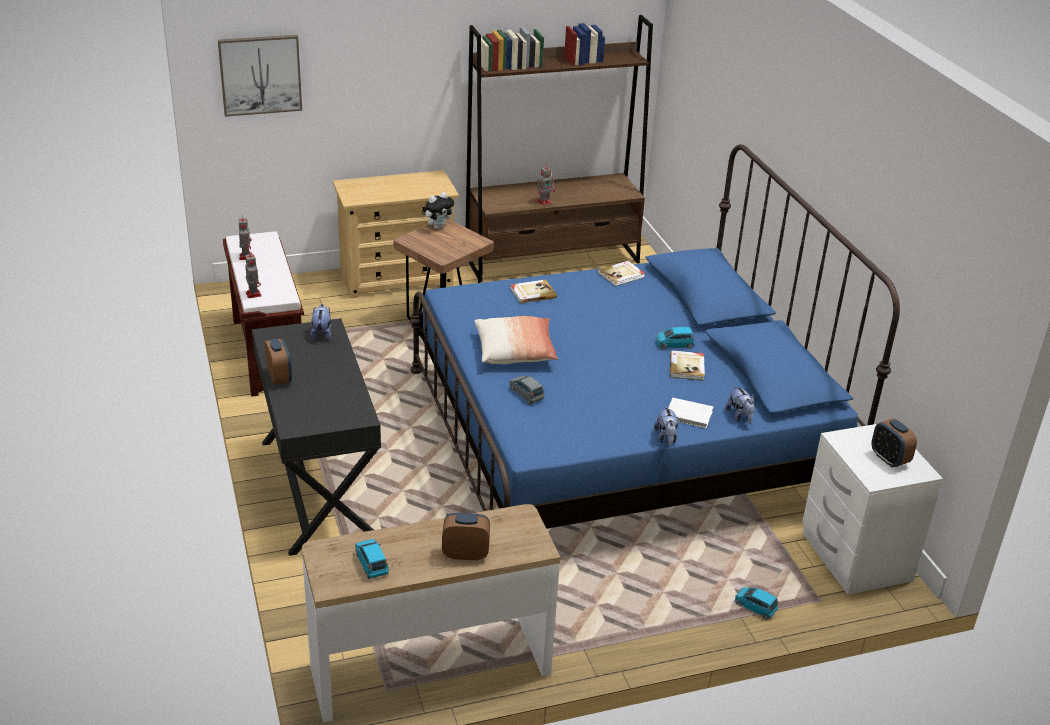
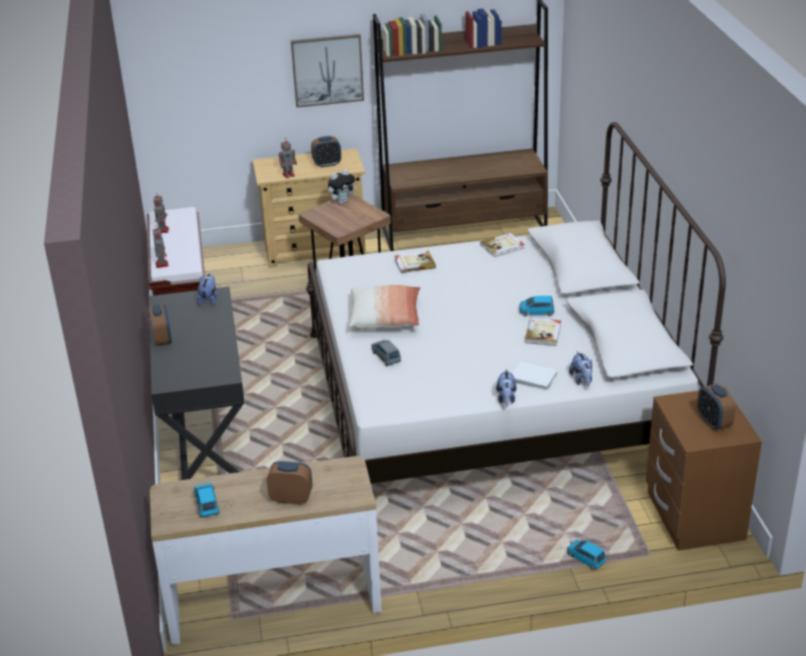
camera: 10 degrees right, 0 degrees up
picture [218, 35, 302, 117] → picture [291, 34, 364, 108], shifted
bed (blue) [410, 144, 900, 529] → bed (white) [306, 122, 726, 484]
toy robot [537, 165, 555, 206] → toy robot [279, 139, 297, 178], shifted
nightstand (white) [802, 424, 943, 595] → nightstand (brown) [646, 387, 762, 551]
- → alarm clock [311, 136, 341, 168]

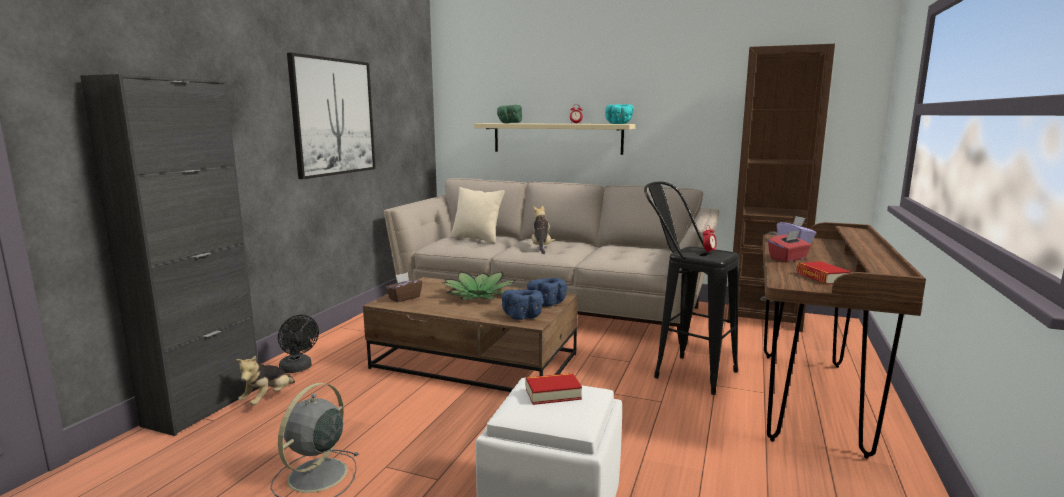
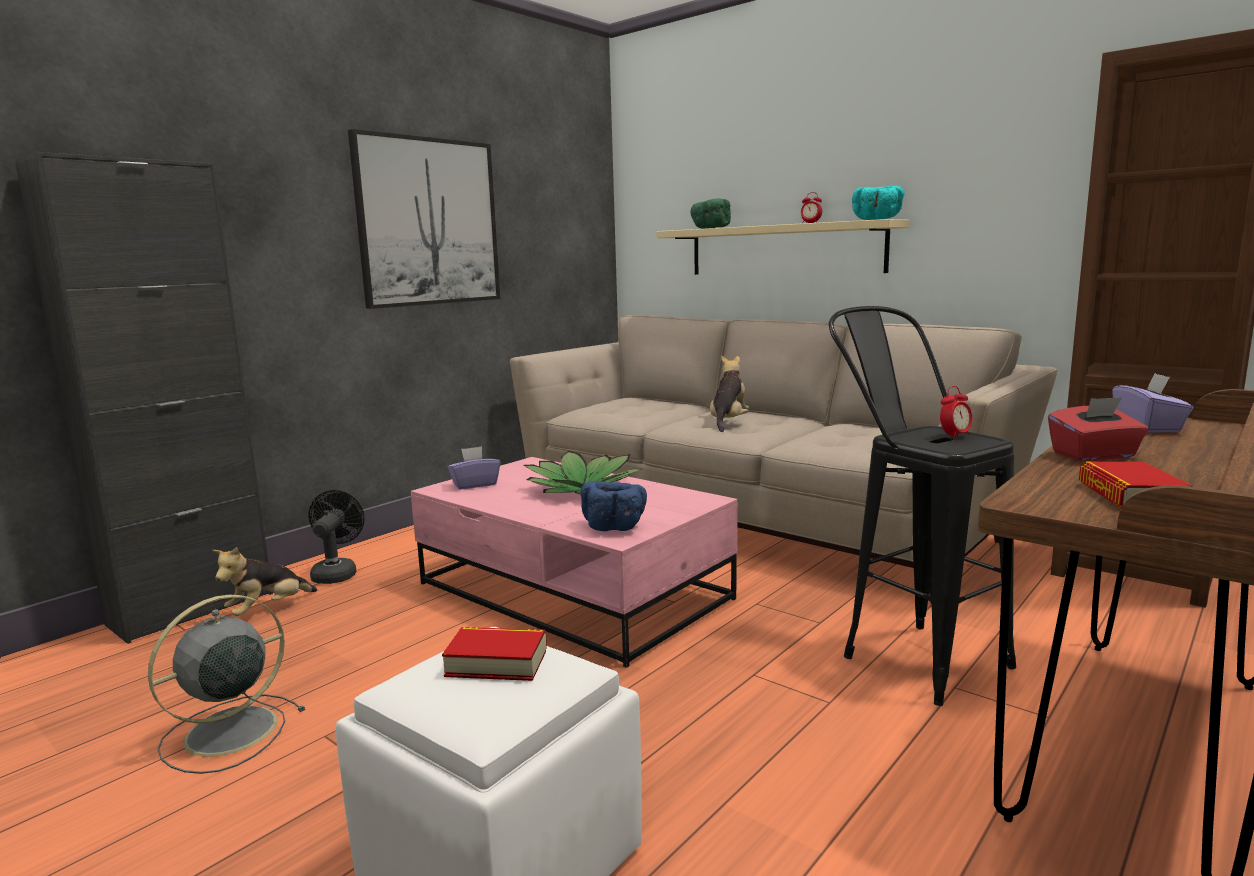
camera: 20 degrees right, 0 degrees up
pillow (beige) [450, 187, 505, 244] → -
tissue box (brown) [385, 272, 422, 302] → tissue box (purple) [448, 446, 500, 490]
coffee table (brown) [363, 277, 578, 392] → coffee table (pink) [411, 457, 738, 668]
bowl (blue) [527, 278, 567, 307] → -
fan (black) [278, 315, 319, 373] → fan (black) [308, 490, 365, 584], 150 degrees counterclockwise

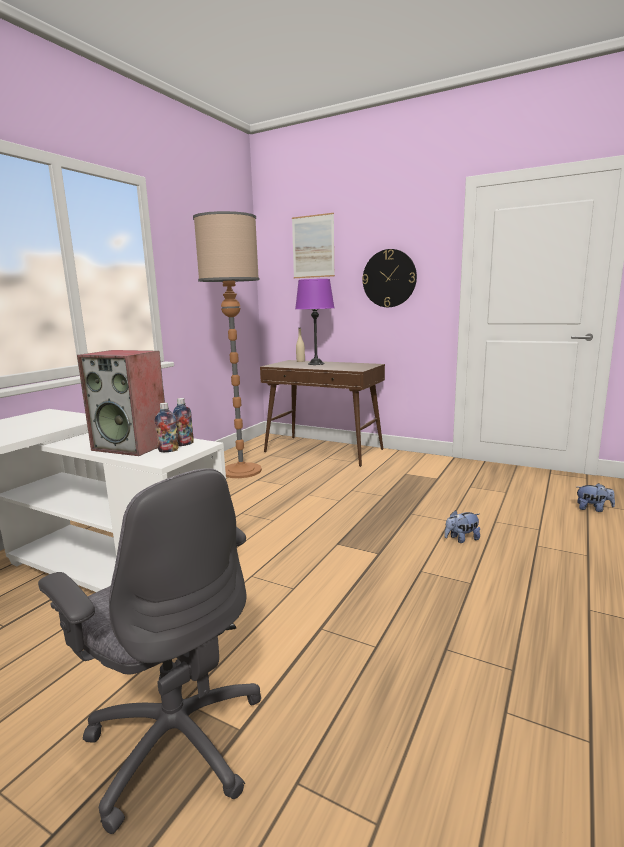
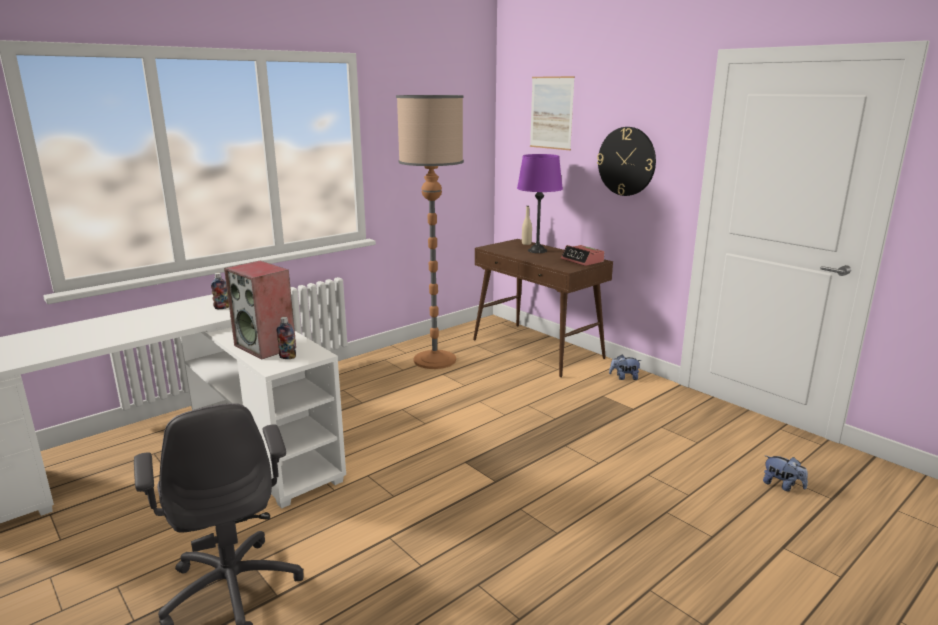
camera: 20 degrees right, 5 degrees up
bottle [173, 398, 194, 446] → bottle [211, 273, 229, 309], shifted
plush toy [444, 510, 480, 543] → plush toy [609, 354, 642, 380], shifted
- → alarm clock [561, 245, 604, 266]

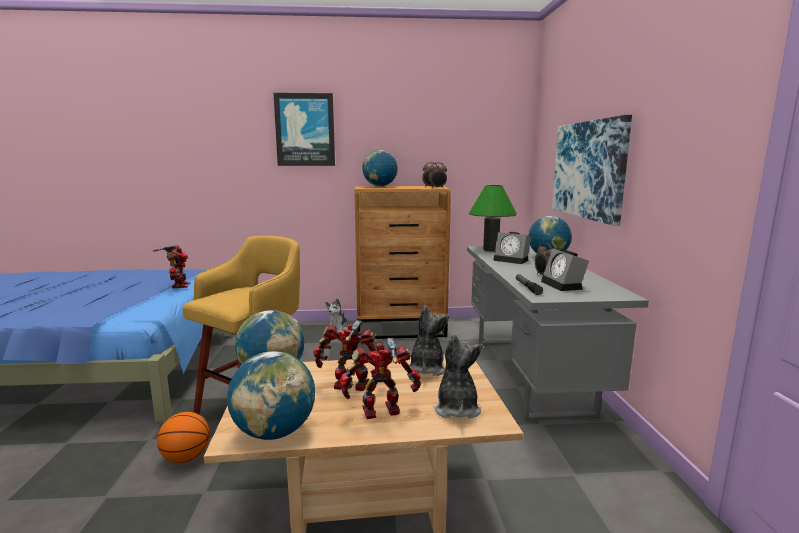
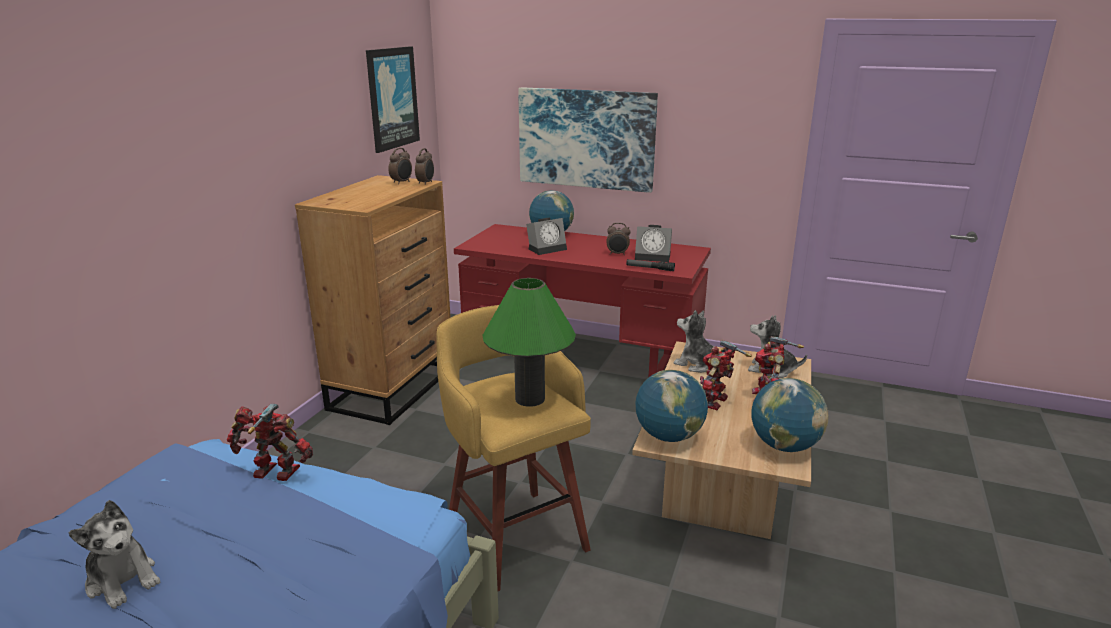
camera: 65 degrees left, 10 degrees up
picture [274, 93, 335, 166] → picture [366, 46, 420, 153], shifted
globe [362, 150, 398, 187] → -
table lamp (green) [469, 185, 517, 251] → table lamp (green) [482, 278, 576, 407], shifted
desk (grey) [467, 246, 649, 421] → desk (red) [454, 224, 711, 378]
plush toy [325, 298, 348, 332] → plush toy [68, 500, 160, 609], shifted
basketball [157, 412, 210, 463] → -

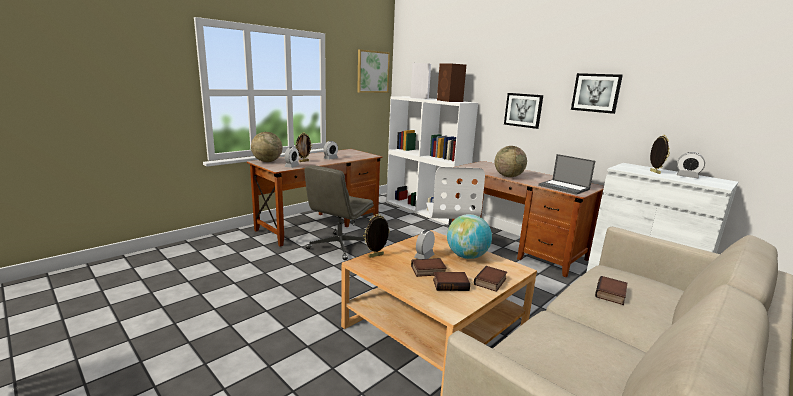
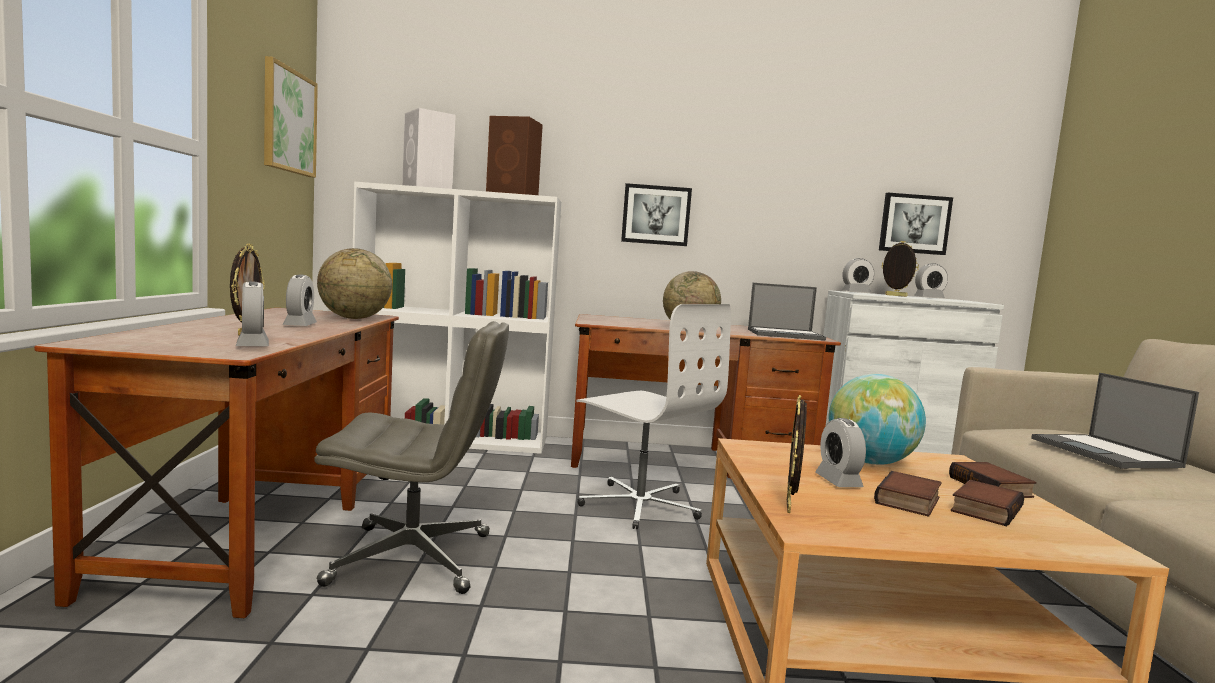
camera: 45 degrees left, 10 degrees down
picture [571, 73, 623, 114] → picture [879, 193, 953, 255], shifted
globe [251, 132, 282, 162] → globe [317, 248, 392, 319], shifted
office chair (grey) [305, 165, 374, 260] → office chair (grey) [314, 321, 509, 594], 75 degrees counterclockwise
book [595, 276, 627, 305] → laptop [1031, 373, 1199, 468]
- → alarm clock [842, 258, 874, 292]

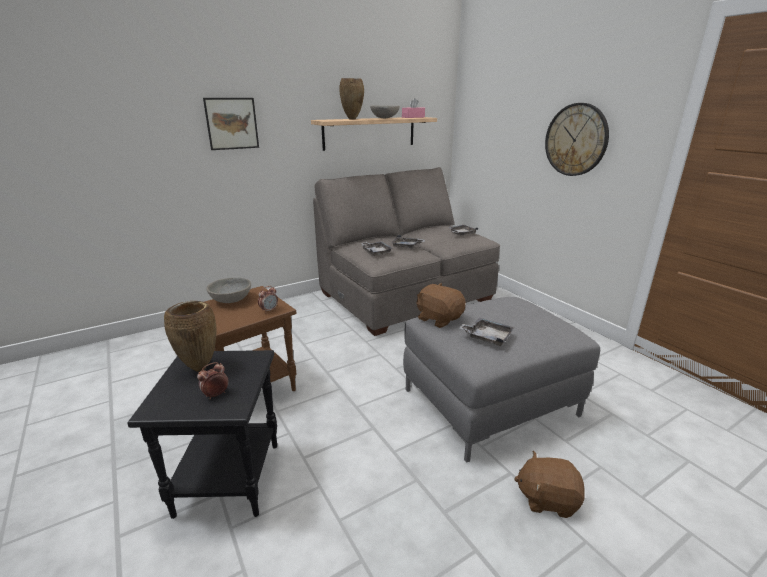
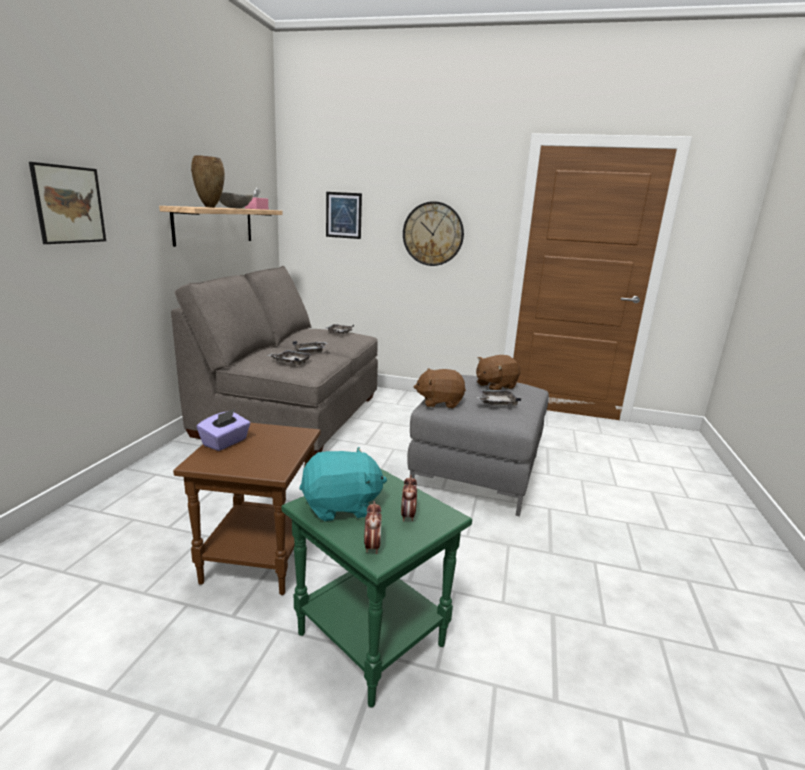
camera: 45 degrees left, 5 degrees down
bowl (grey) [206, 278, 251, 303] → tissue box (purple) [197, 409, 250, 451]
alarm clock [258, 286, 278, 313] → alarm clock [364, 501, 382, 554], shifted
vase (brown) [164, 301, 216, 372] → plush toy (turquoise) [299, 447, 387, 521]
side table (black) [127, 350, 277, 519] → side table (green) [281, 468, 472, 707]
plush toy (brown) [514, 451, 585, 518] → plush toy (brown) [476, 355, 521, 390], shifted
- → picture [326, 192, 362, 239]

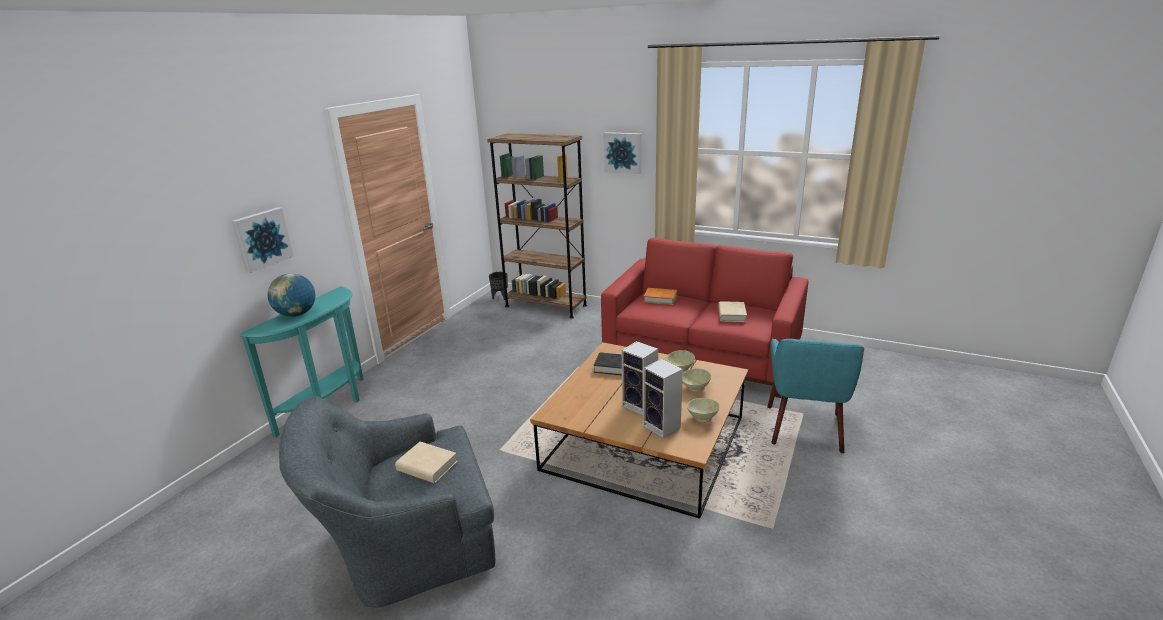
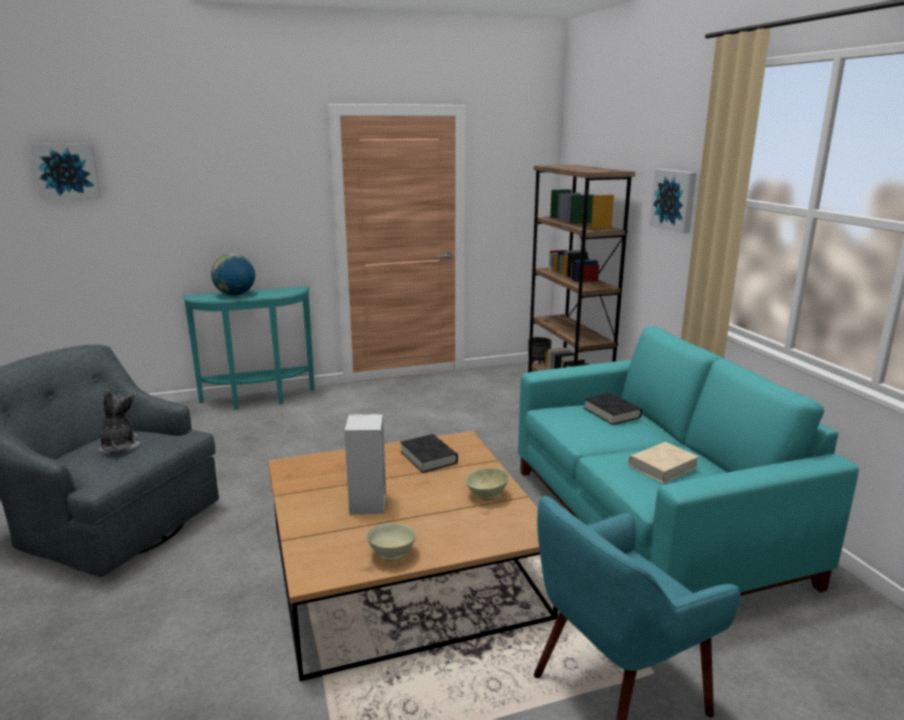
camera: 45 degrees right, 5 degrees down
picture [232, 207, 294, 273] → picture [30, 143, 101, 200], shifted
sofa (red) [601, 238, 808, 398] → sofa (turquoise) [518, 326, 859, 596]
book (orange) [644, 288, 677, 305] → book (black) [584, 393, 642, 425]
speaker [643, 359, 683, 438] → -
bowl (beige) [682, 368, 711, 392] → -
book (beige) [395, 442, 458, 483] → plush toy [99, 389, 140, 454]

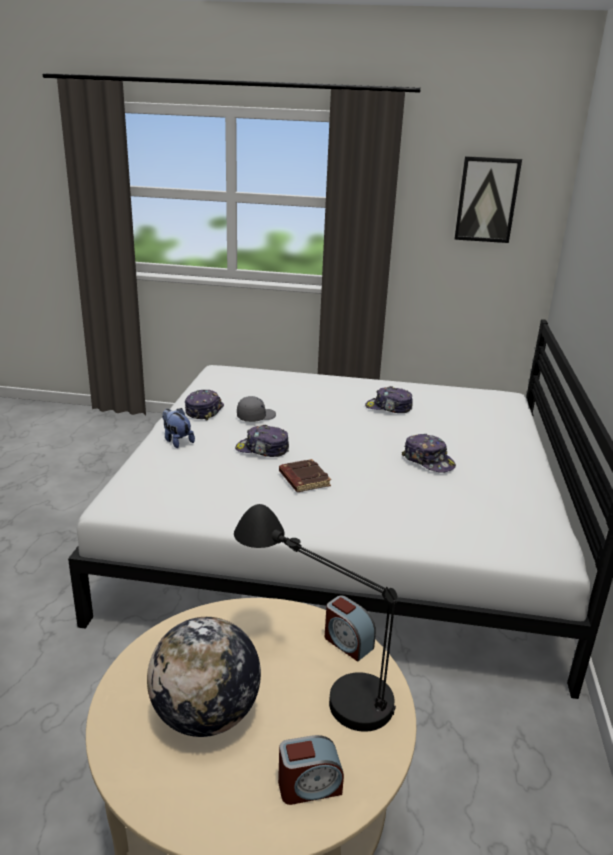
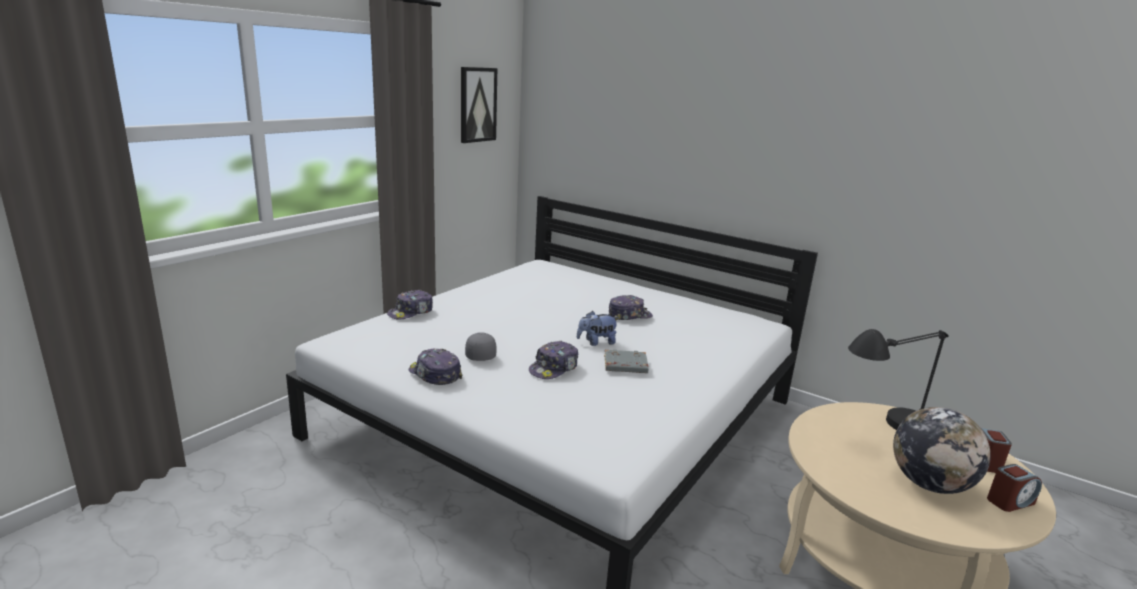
camera: 65 degrees left, 5 degrees down
cap [365, 386, 413, 413] → cap [387, 290, 433, 320], shifted
plush toy [162, 408, 195, 448] → plush toy [577, 311, 619, 346], shifted
book (brown) [279, 459, 331, 492] → book (grey) [604, 349, 649, 373]
alarm clock [325, 595, 376, 662] → alarm clock [987, 464, 1042, 512], shifted

